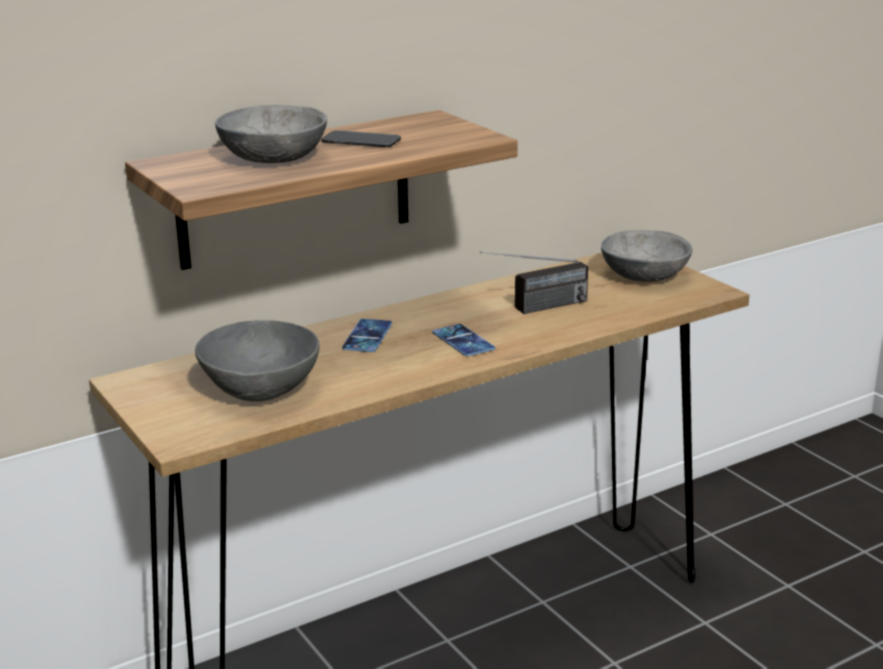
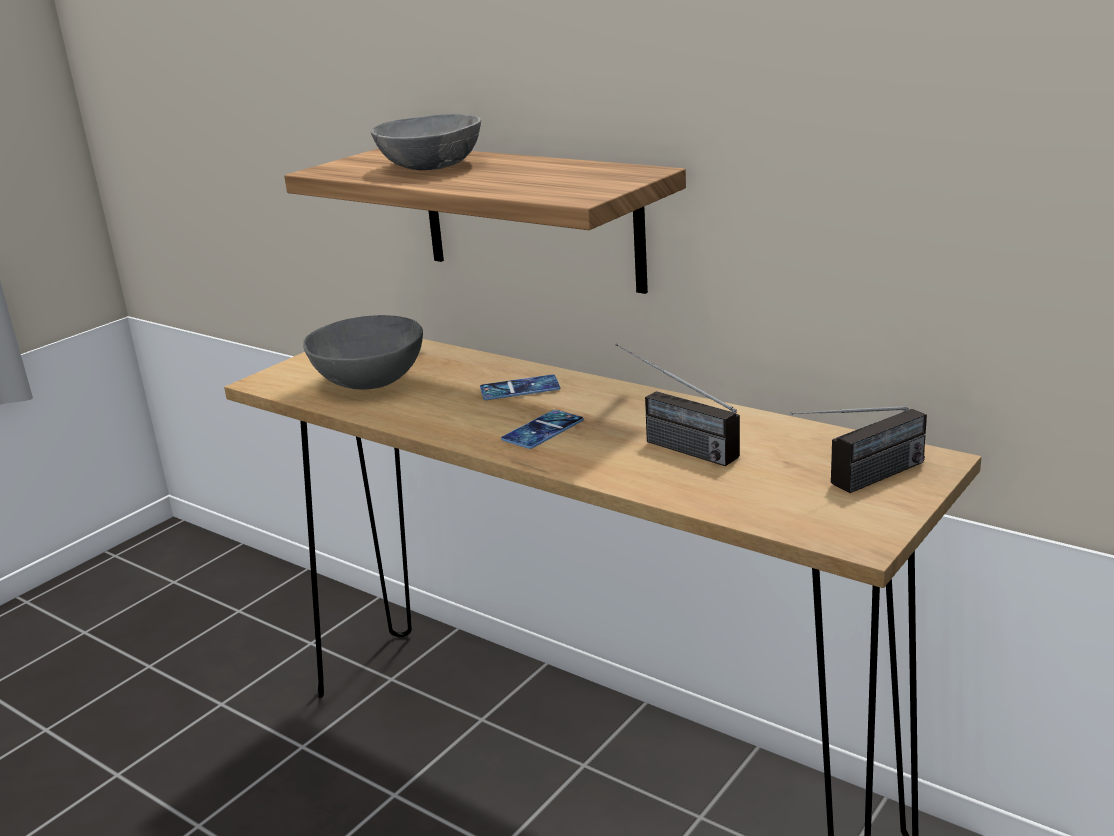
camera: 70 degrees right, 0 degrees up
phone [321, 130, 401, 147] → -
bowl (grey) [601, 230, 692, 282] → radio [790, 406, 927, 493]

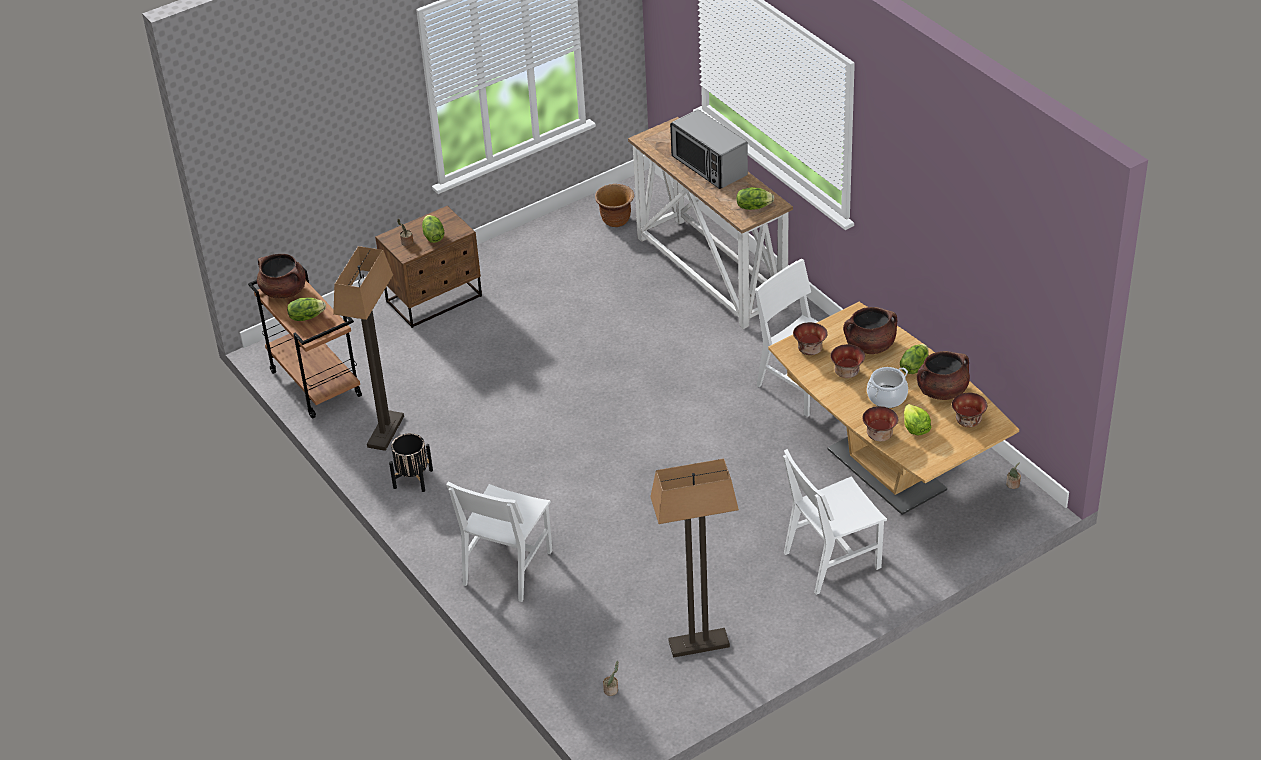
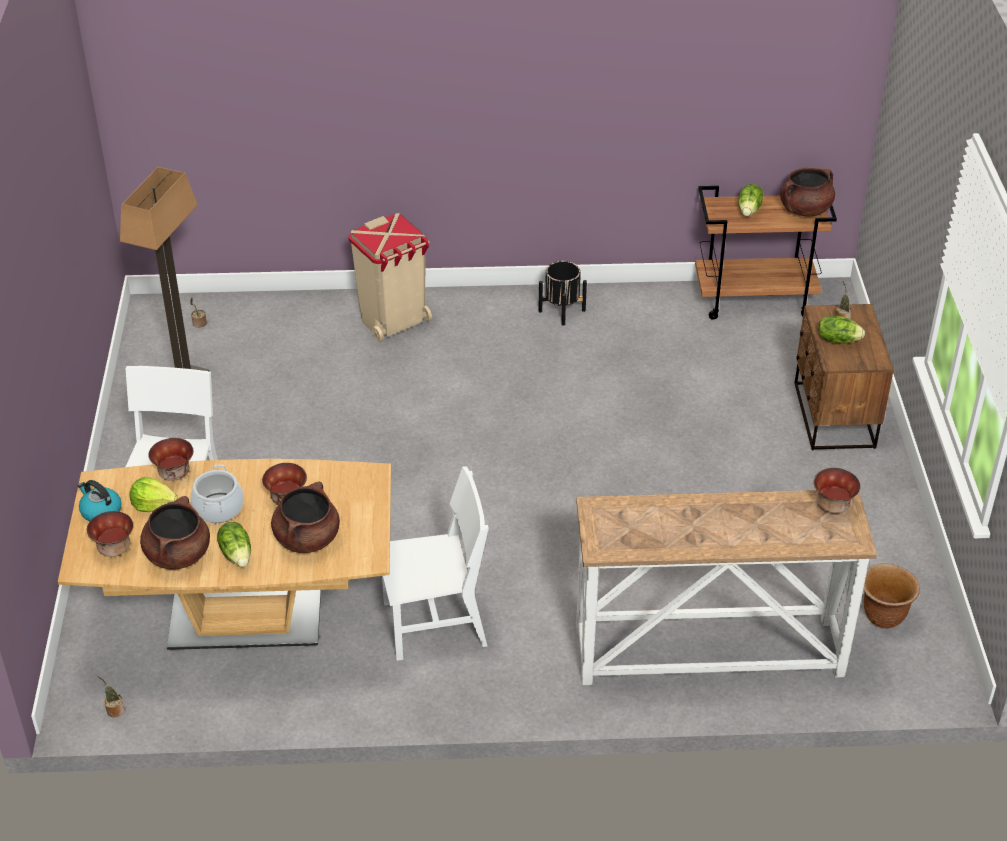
camera: 120 degrees right, 0 degrees up
microwave [670, 109, 748, 189] → -
lettuce [736, 187, 774, 210] → -
floor lamp [333, 246, 404, 451] → -
bowl [793, 322, 828, 355] → bowl [814, 468, 860, 514], shifted
chair (white) [446, 482, 553, 602] → trash can (beige) [348, 213, 432, 342]
- → kettle [78, 480, 121, 522]

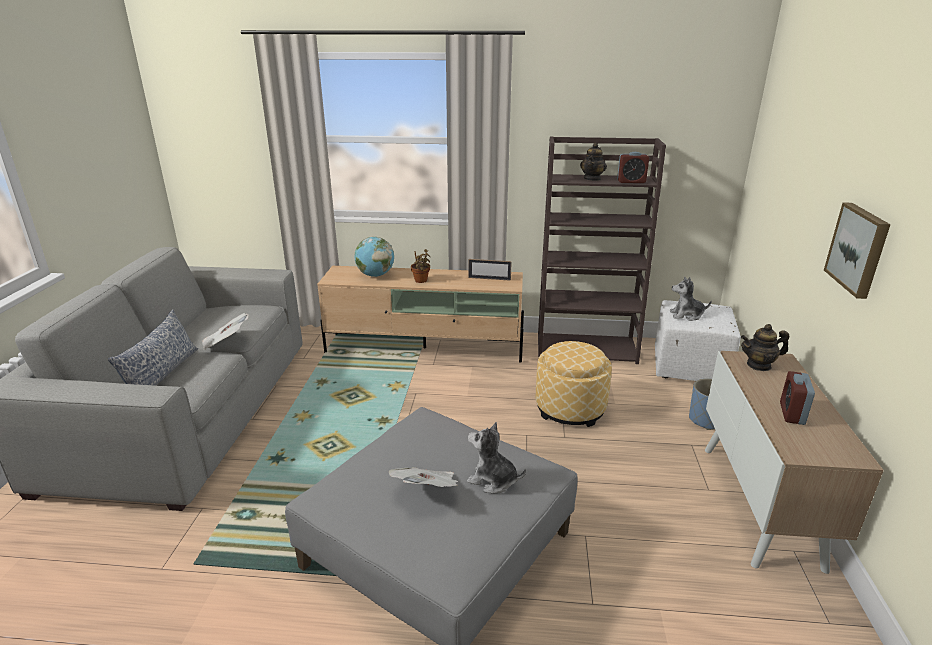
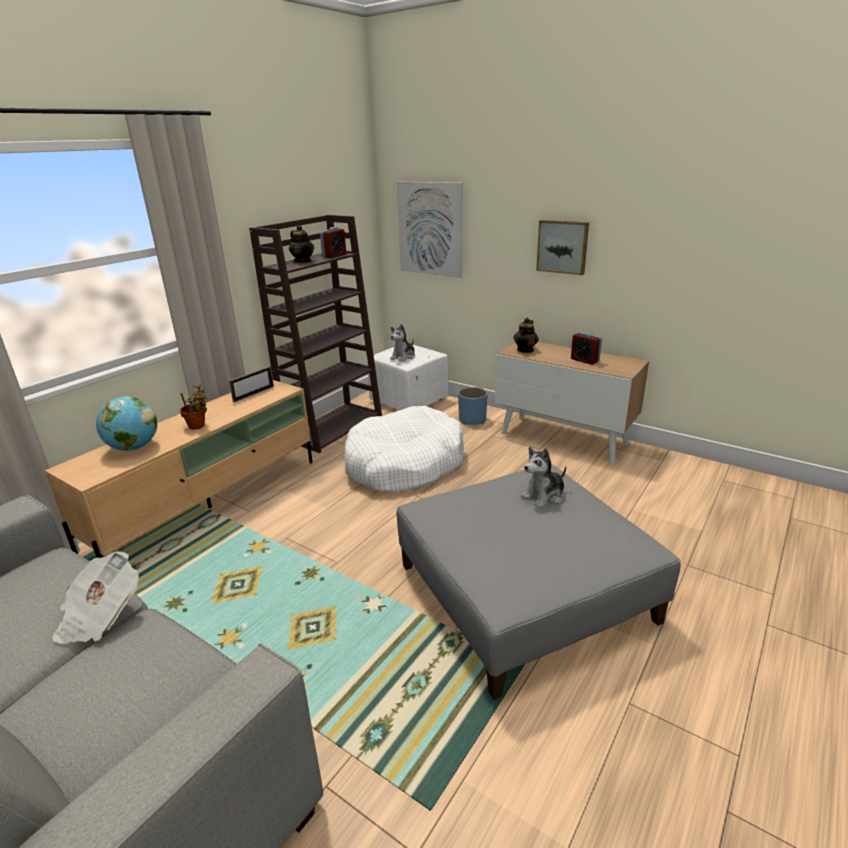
camera: 60 degrees left, 0 degrees up
pillow [108, 309, 198, 386] → -
ottoman [536, 341, 612, 427] → dog bed (white) [345, 406, 464, 492]
newspaper [389, 467, 458, 487] → -
- → picture [397, 182, 462, 278]

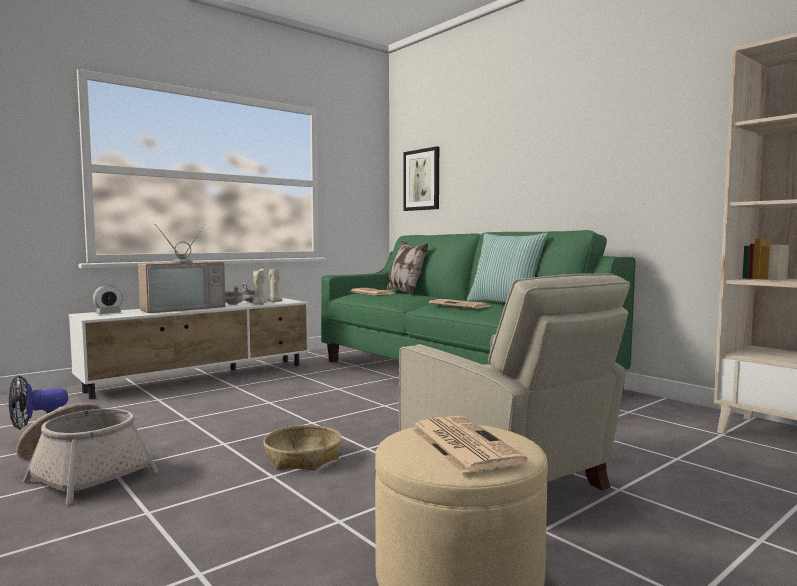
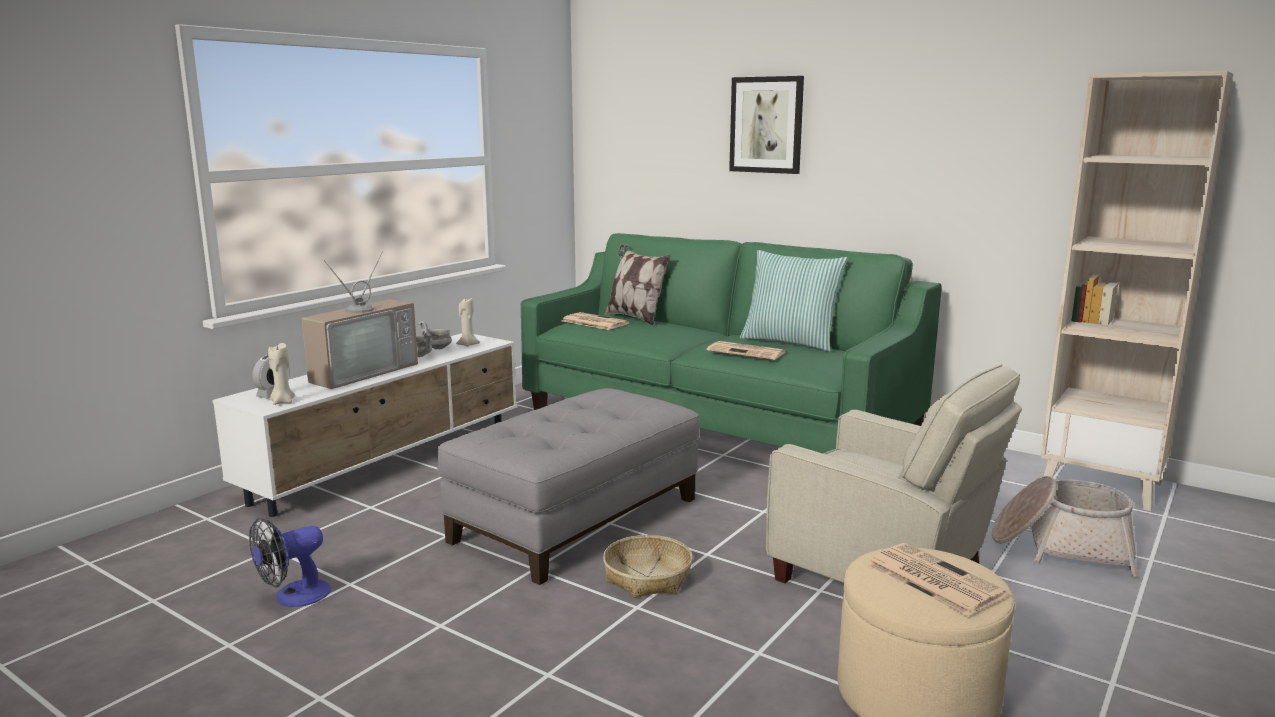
camera: 15 degrees left, 10 degrees up
picture [404, 146, 439, 211] → picture [729, 76, 804, 174], shifted
candle (beige) [252, 268, 267, 305] → candle (beige) [268, 343, 295, 405], shifted
basket [16, 402, 158, 504] → basket [992, 476, 1138, 577], shifted
- → ottoman (grey) [437, 388, 700, 585]

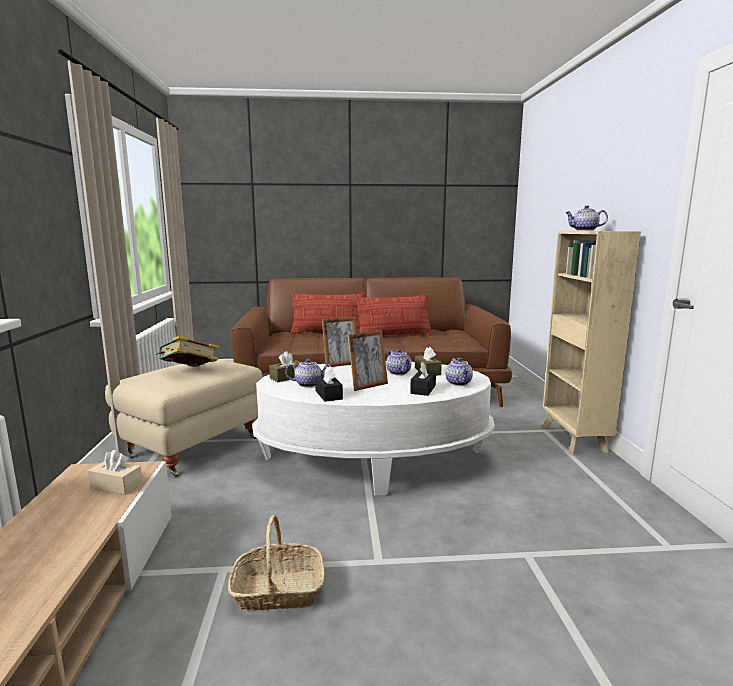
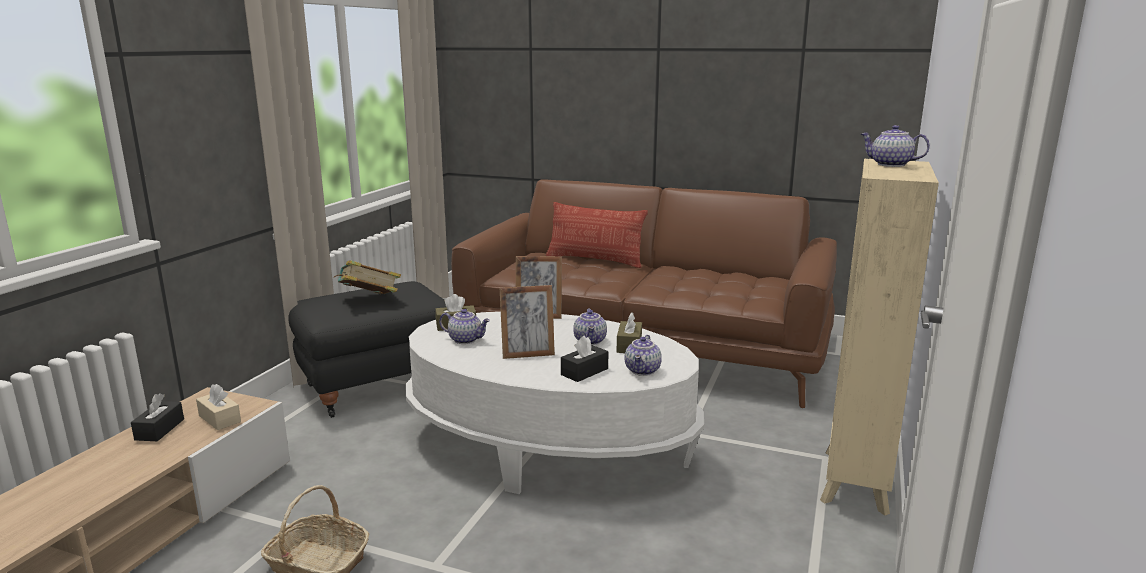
camera: 25 degrees right, 5 degrees up
pillow [355, 294, 433, 335] → -
ottoman (beige) [105, 359, 262, 477] → ottoman (black) [288, 281, 446, 418]
tissue box (black) [315, 366, 343, 402] → tissue box (black) [131, 393, 184, 441], shifted

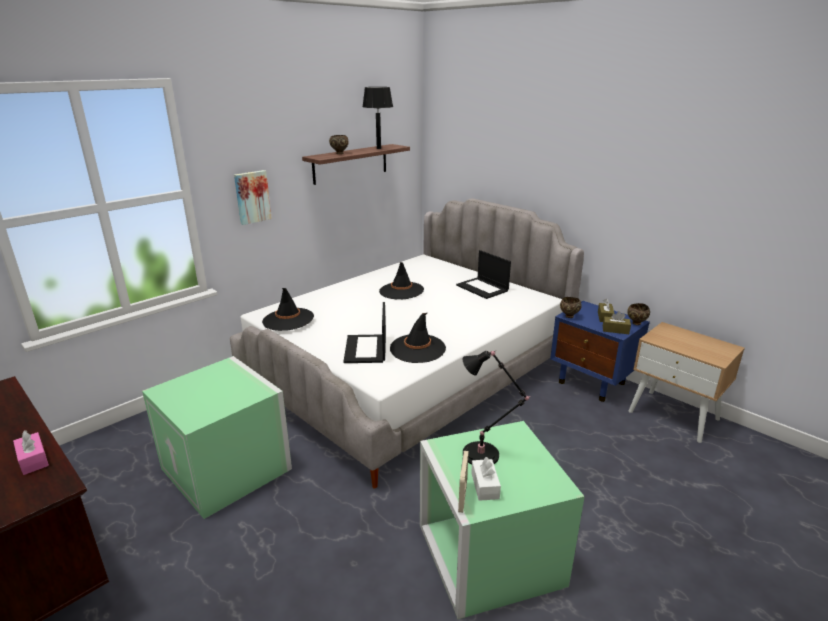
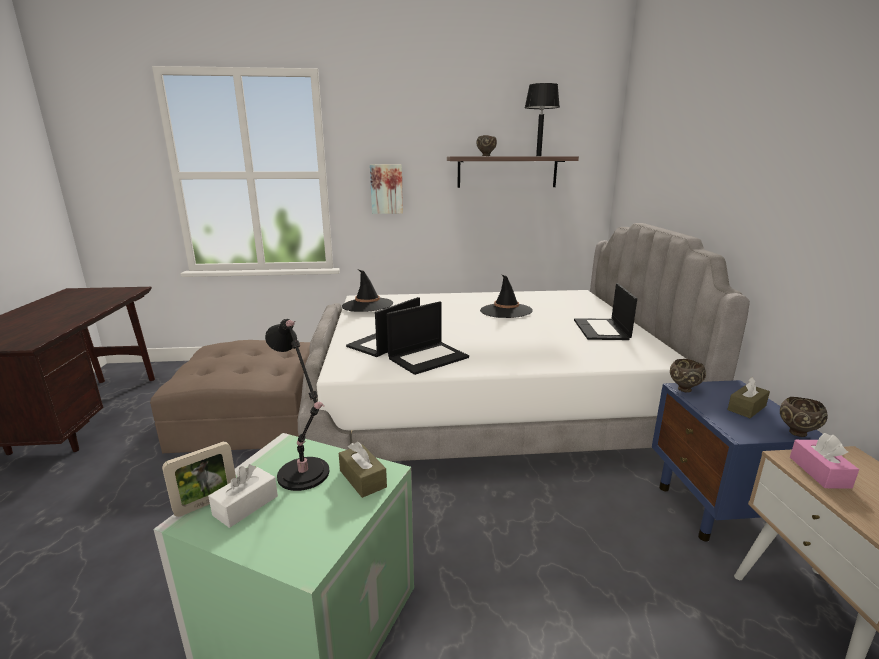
camera: 40 degrees right, 5 degrees down
tissue box (brown) [603, 311, 631, 334] → tissue box (brown) [339, 442, 387, 498], shifted
hat (black) [390, 313, 446, 363] → laptop [387, 302, 469, 375]
storage box (green) [142, 356, 292, 519] → ottoman (brown) [150, 340, 310, 453]
tissue box (pink) [13, 430, 49, 475] → tissue box (pink) [790, 433, 859, 489], shifted

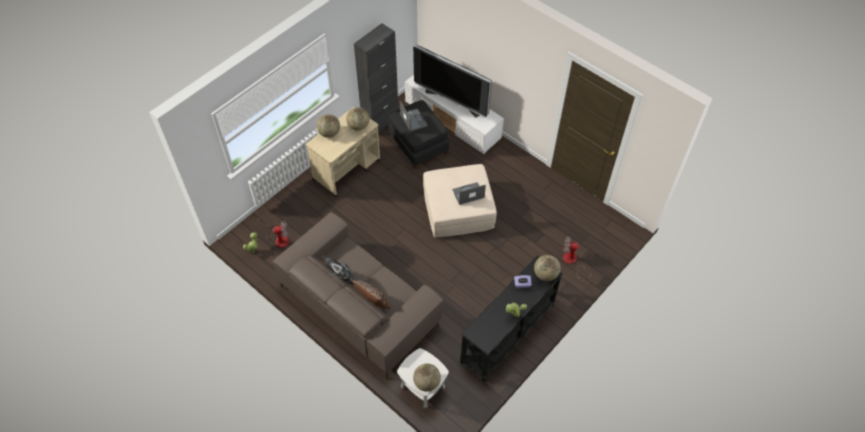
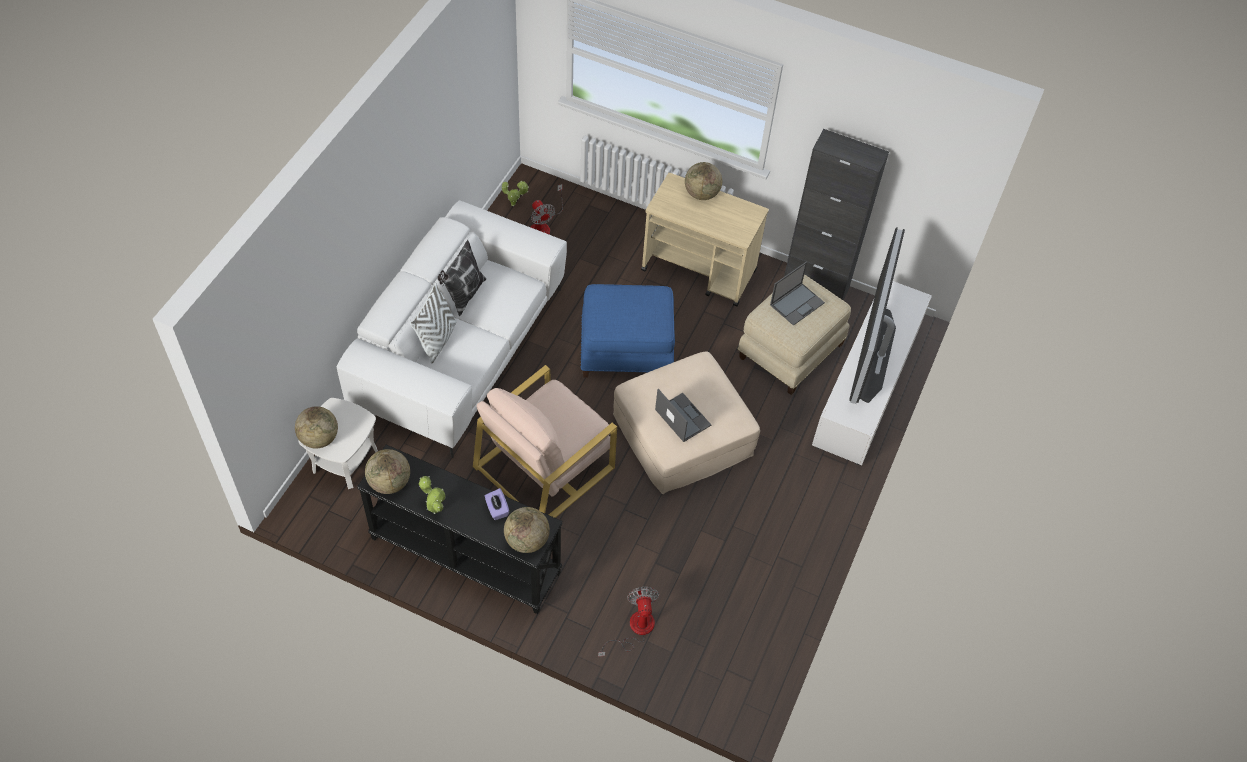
camera: 70 degrees right, 0 degrees up
ottoman (black) [389, 100, 449, 169] → ottoman (beige) [738, 274, 851, 395]
globe [346, 107, 369, 130] → globe [365, 449, 410, 494], shifted
sofa (brown) [273, 212, 443, 379] → sofa (white) [337, 200, 567, 458]
pillow (brown) [352, 280, 391, 309] → pillow (white) [410, 283, 457, 364]
- → ottoman (blue) [581, 284, 675, 378]
- → armchair (beige) [473, 365, 617, 518]

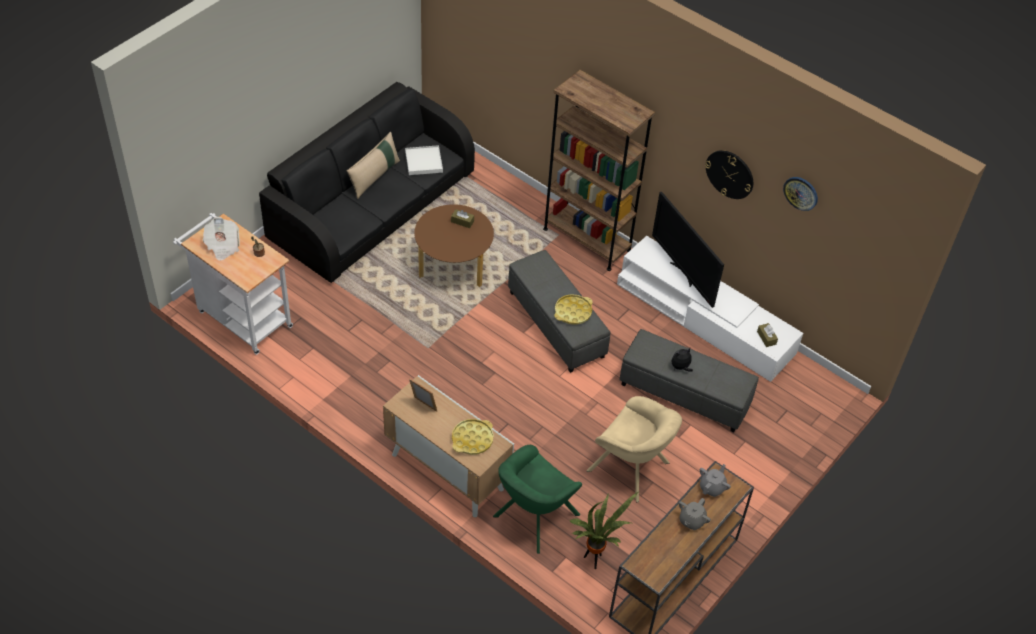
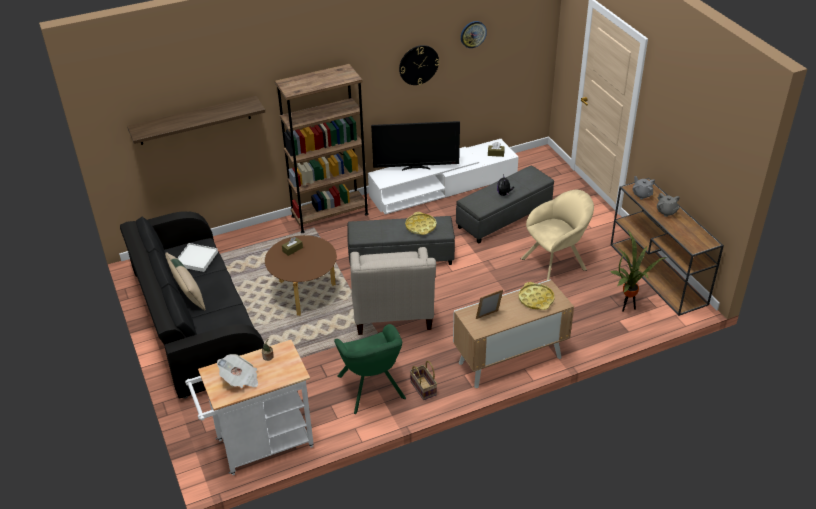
camera: 60 degrees left, 10 degrees down
armchair (green) [493, 445, 582, 554] → armchair (green) [334, 324, 406, 414], shifted
- → shelf [127, 96, 265, 145]
- → armchair (beige) [350, 247, 436, 335]
- → basket [410, 361, 437, 400]

